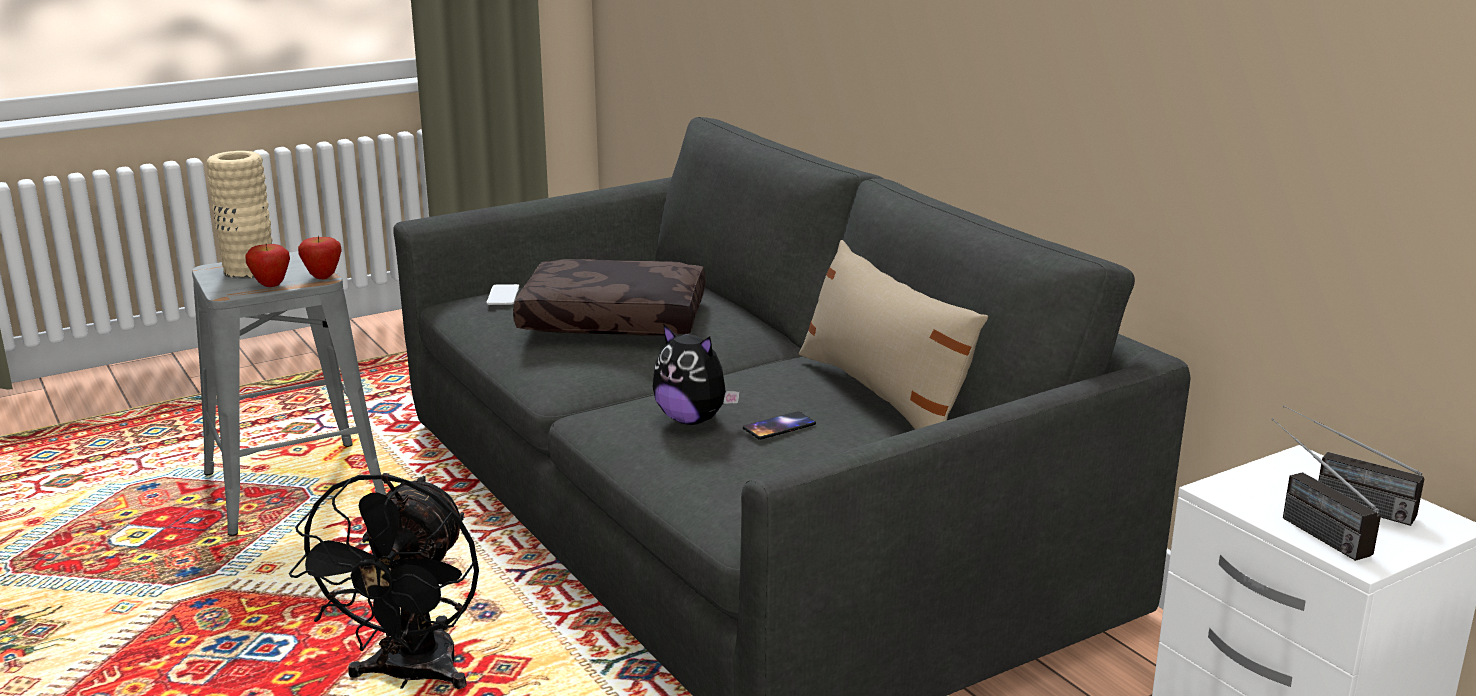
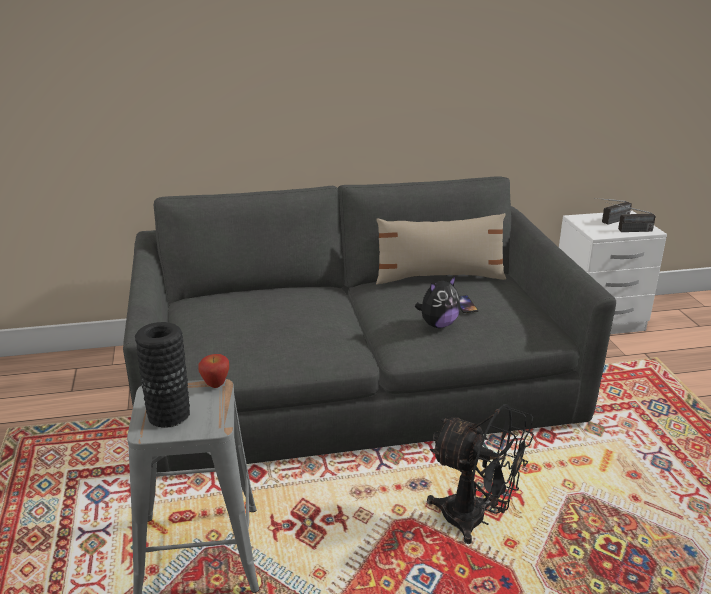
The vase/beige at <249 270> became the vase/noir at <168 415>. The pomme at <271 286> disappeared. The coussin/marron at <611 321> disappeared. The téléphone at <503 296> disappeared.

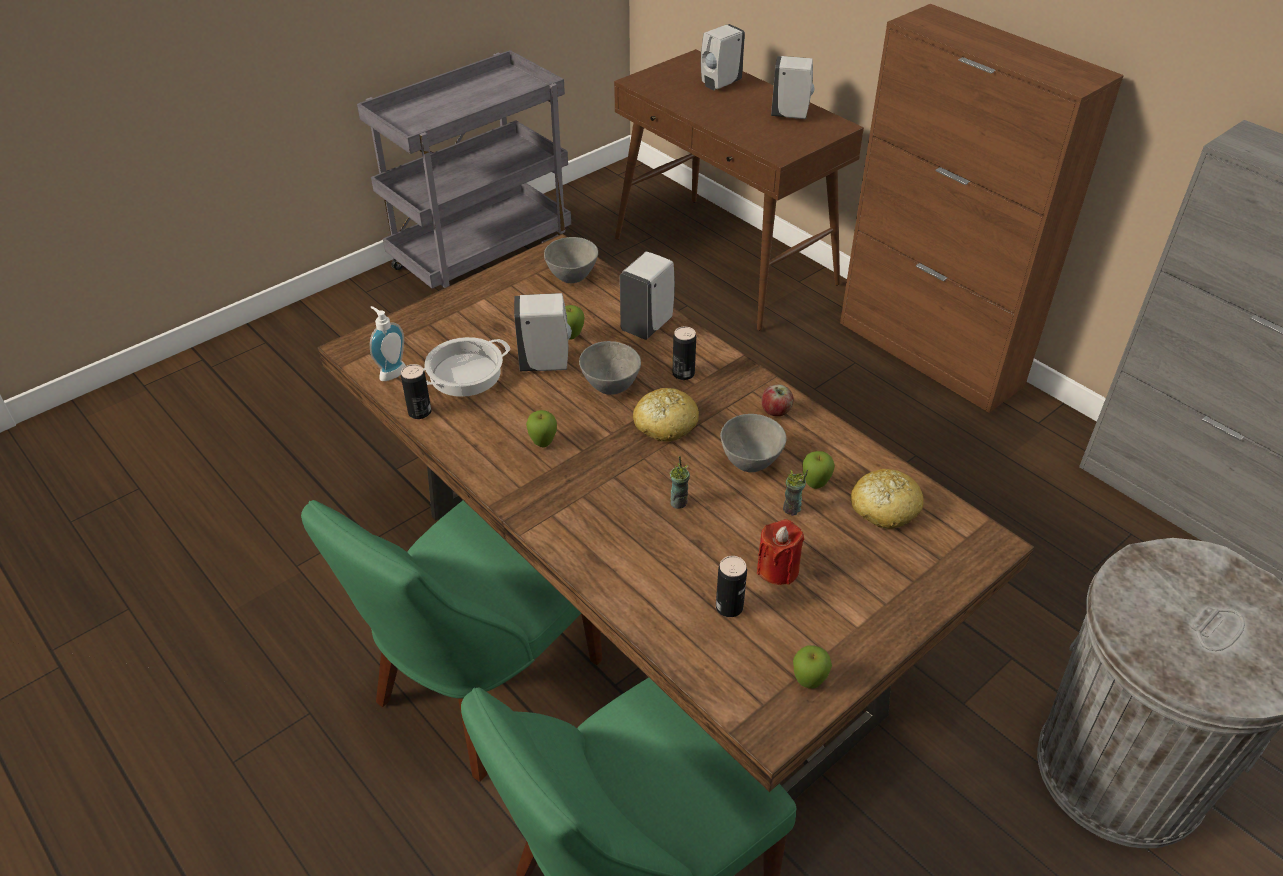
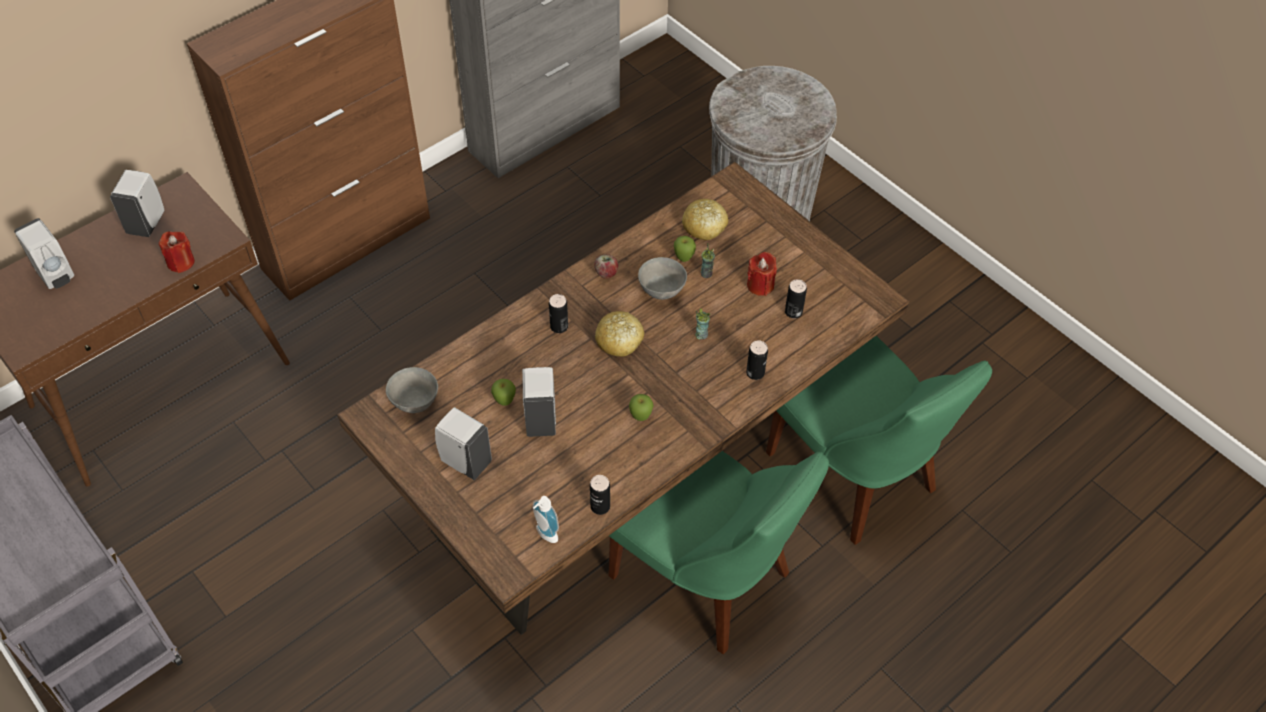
The distributeur de savon/blanc moved from <648 325> to <464 461>. The marmite at <465 374> disappeared. The bol/gris at <609 387> disappeared. The pomme at <808 683> disappeared. The bougie/rouge at <181 262> appeared. The boîte métallique at <755 373> appeared.

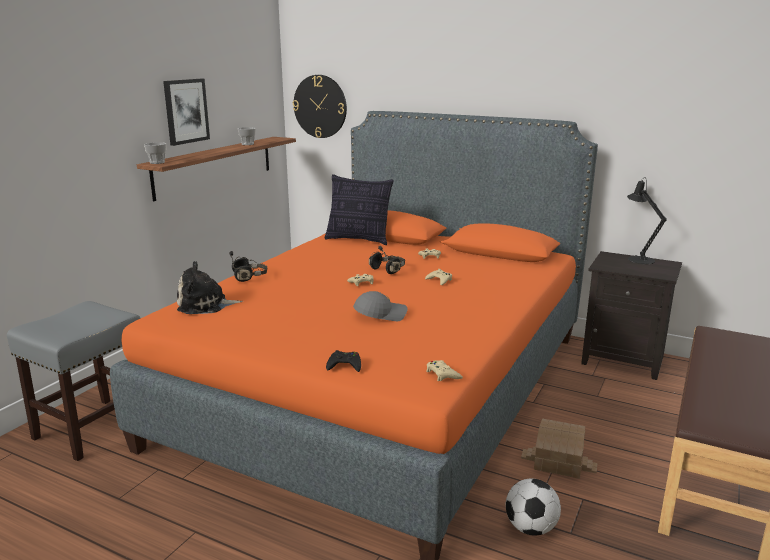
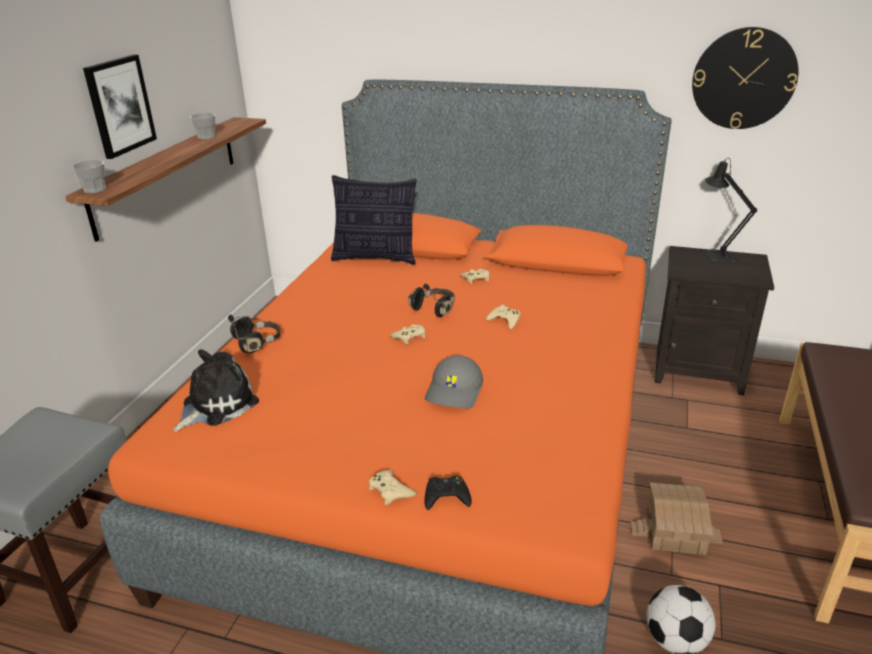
The horloge murale moved from <320 106> to <743 79>. The peluche at <206 305> turned 150 degrees clockwise. The casquette/gris at <380 314> turned 135 degrees clockwise. The manette/beige moved from <442 374> to <390 491>.

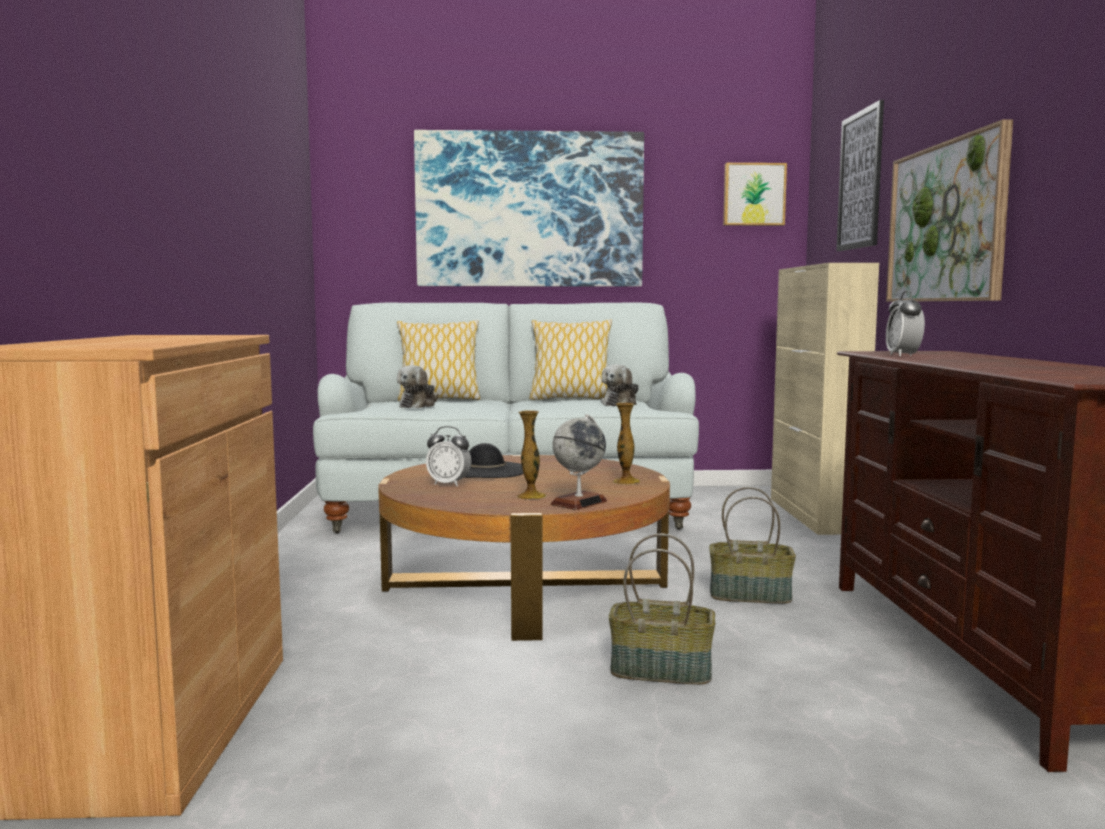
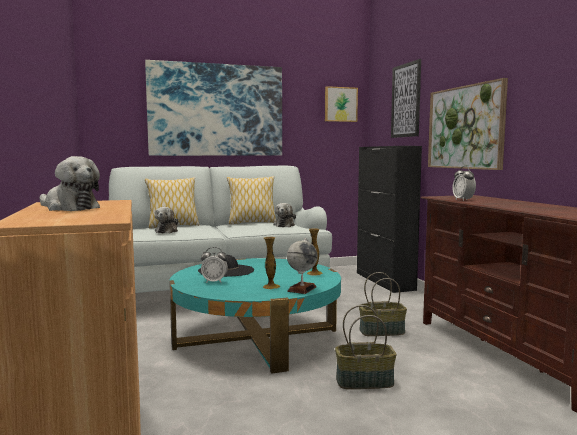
The meuble de rangement/beige at <814 515> became the meuble de rangement/noir at <384 281>. The table basse/marron at <525 585> became the table basse/turquoise at <256 337>. The peluche at <69 208> appeared.

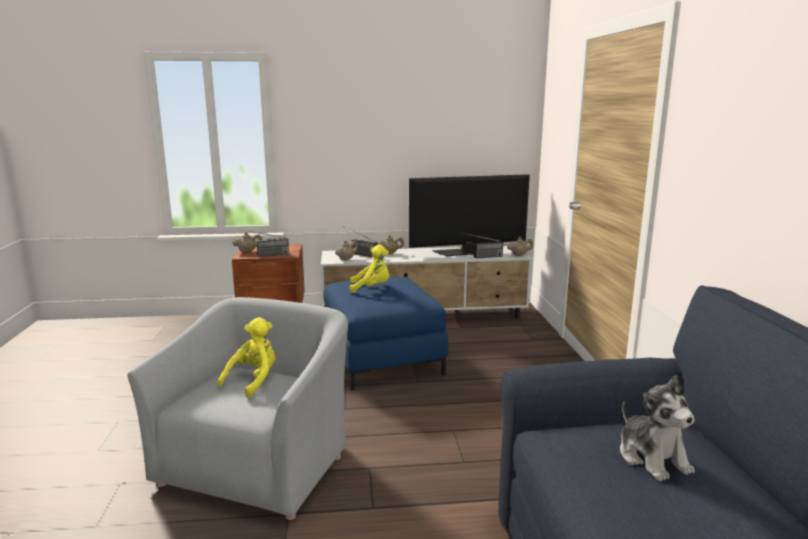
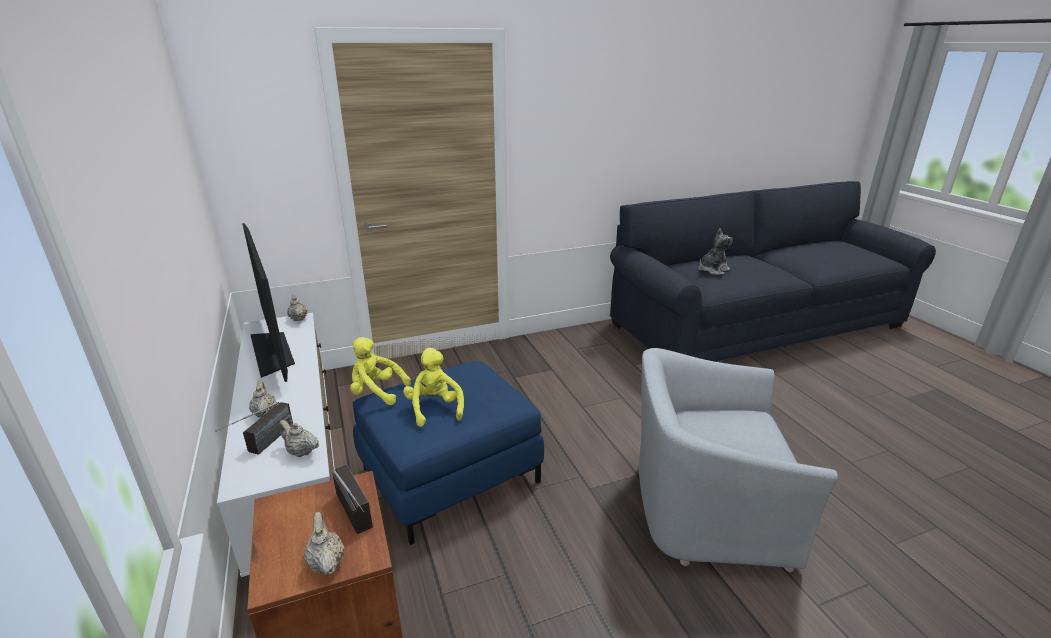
The radio at <481 257> disappeared. The peluche/jaune moved from <254 381> to <376 392>.

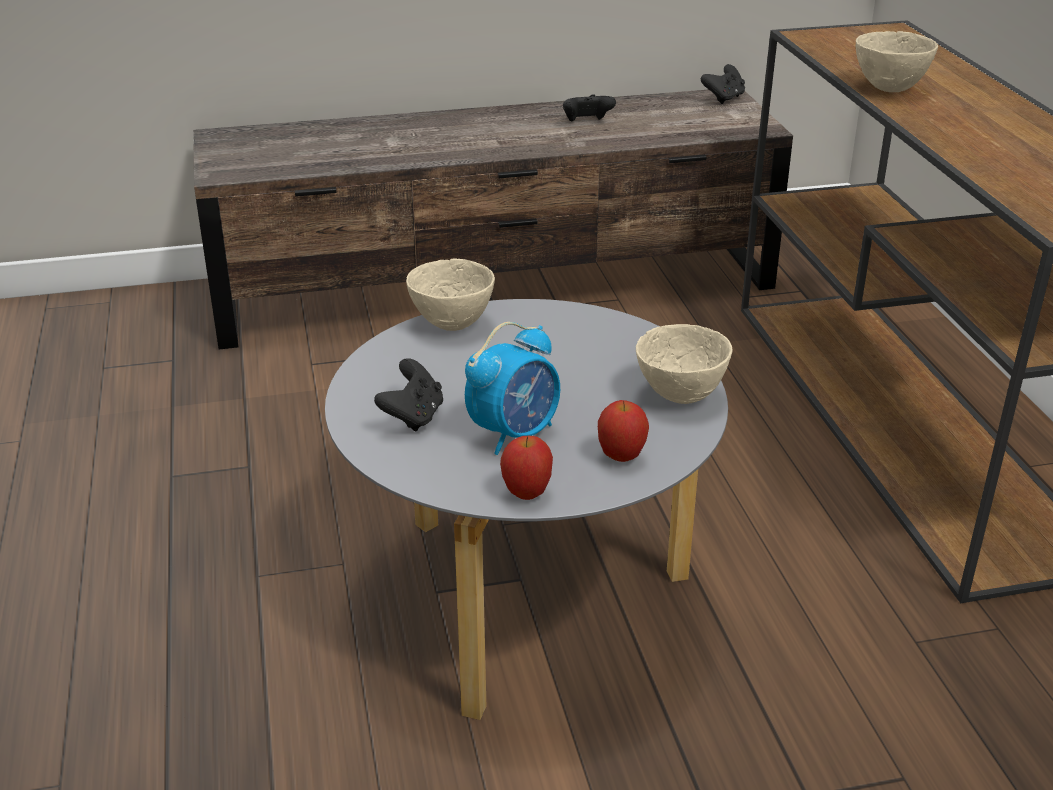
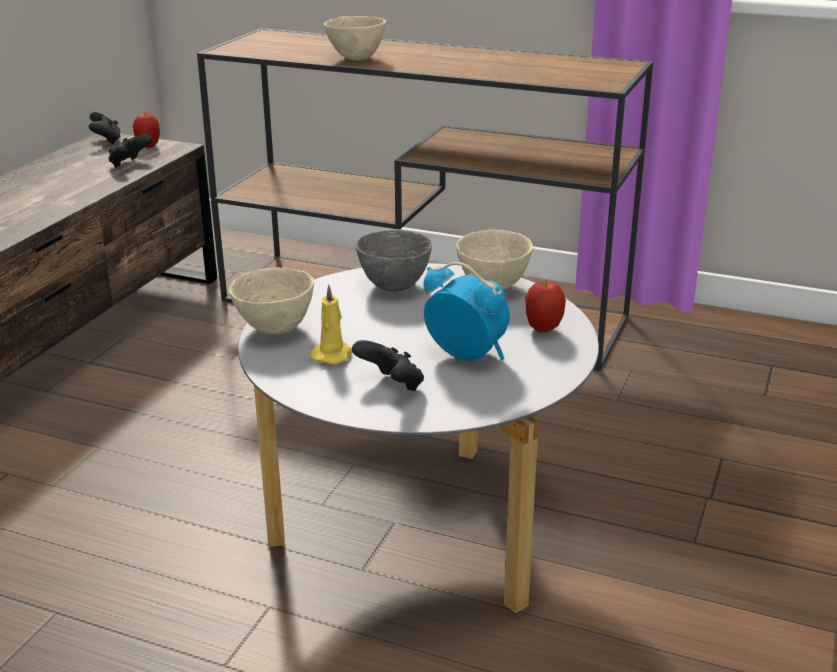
The manette/noir moved from <587 123> to <130 164>. The réveil at <515 433> turned 45 degrees counterclockwise. The pomme moved from <526 494> to <148 146>. The bol/gris at <393 286> appeared. The bougie/jaune at <333 354> appeared.

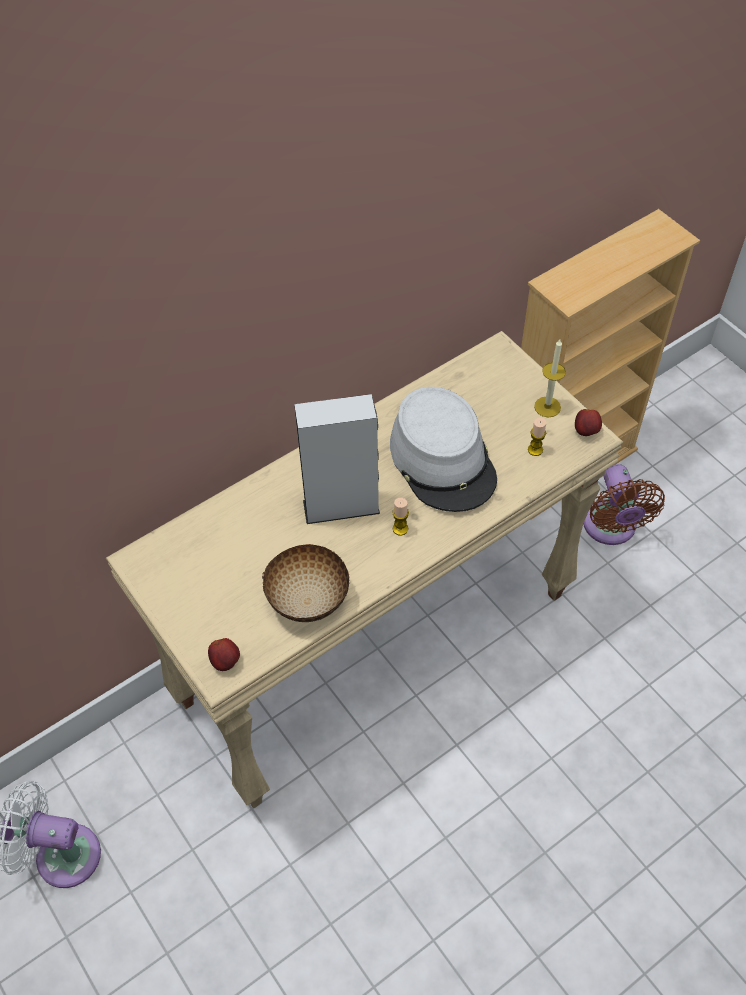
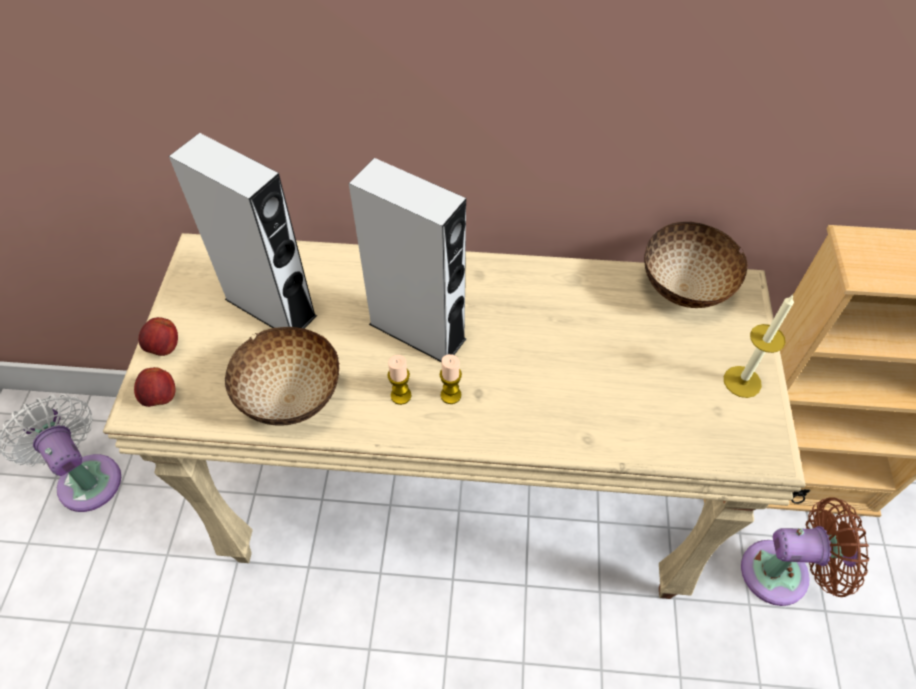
The chapeau/gris at <443 460> disappeared. The pomme moved from <586 431> to <164 348>. The bougie moved from <535 450> to <401 395>. The ventilateur/marron at <611 528> turned 120 degrees counterclockwise. The enceinte/gris at <270 307> appeared. The bol at <684 290> appeared.

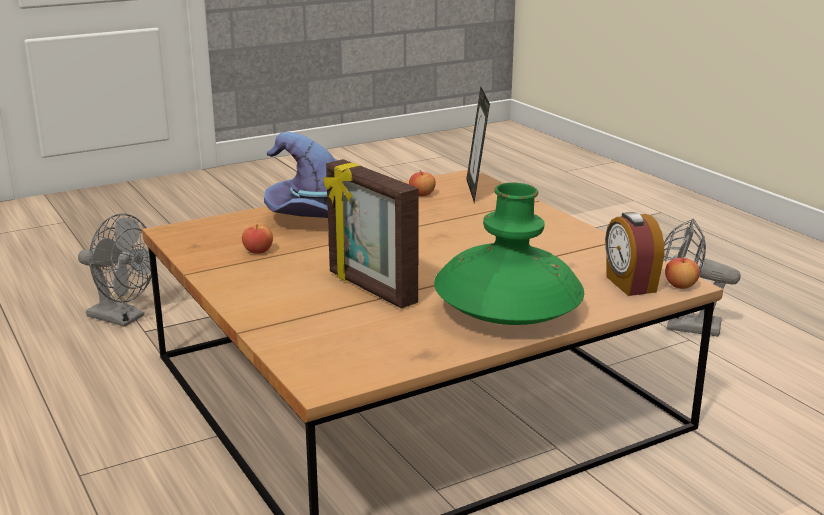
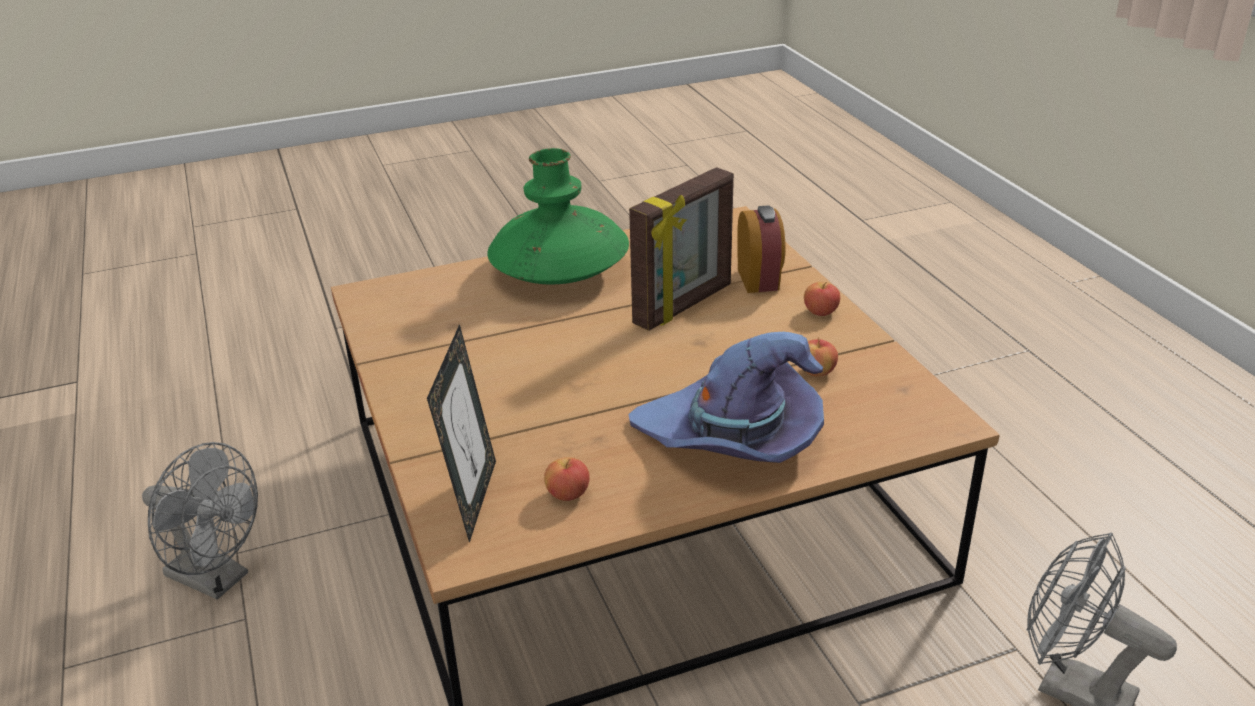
The cadre photo at <370 289> turned 75 degrees clockwise. The réveil moved from <629 284> to <759 279>. The pomme moved from <680 286> to <820 312>.

